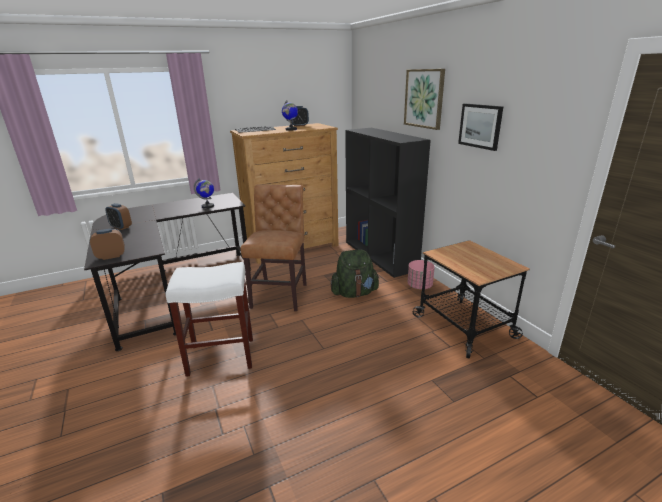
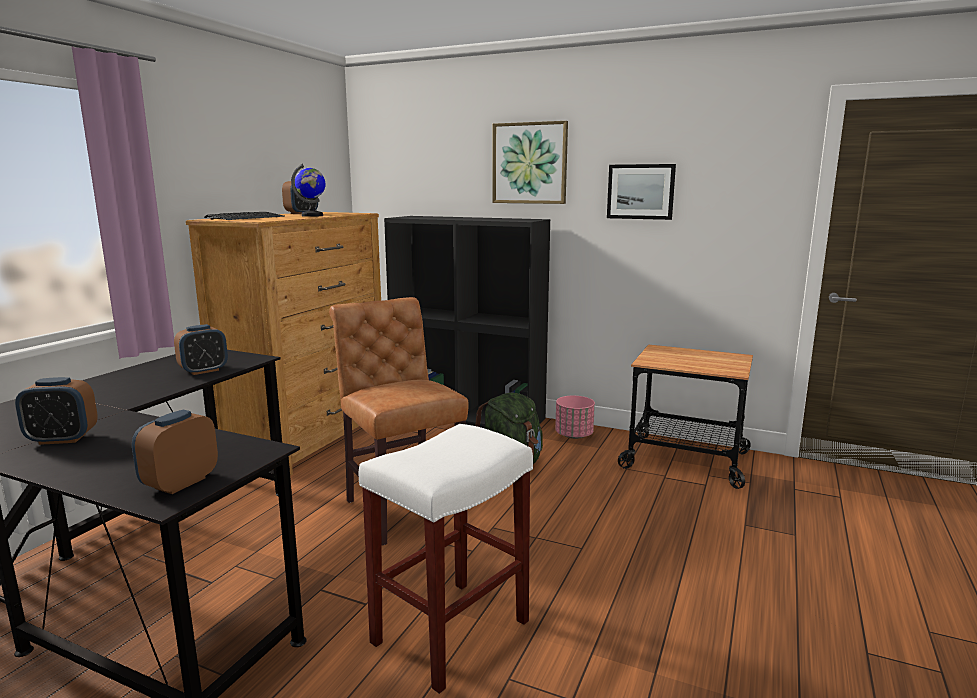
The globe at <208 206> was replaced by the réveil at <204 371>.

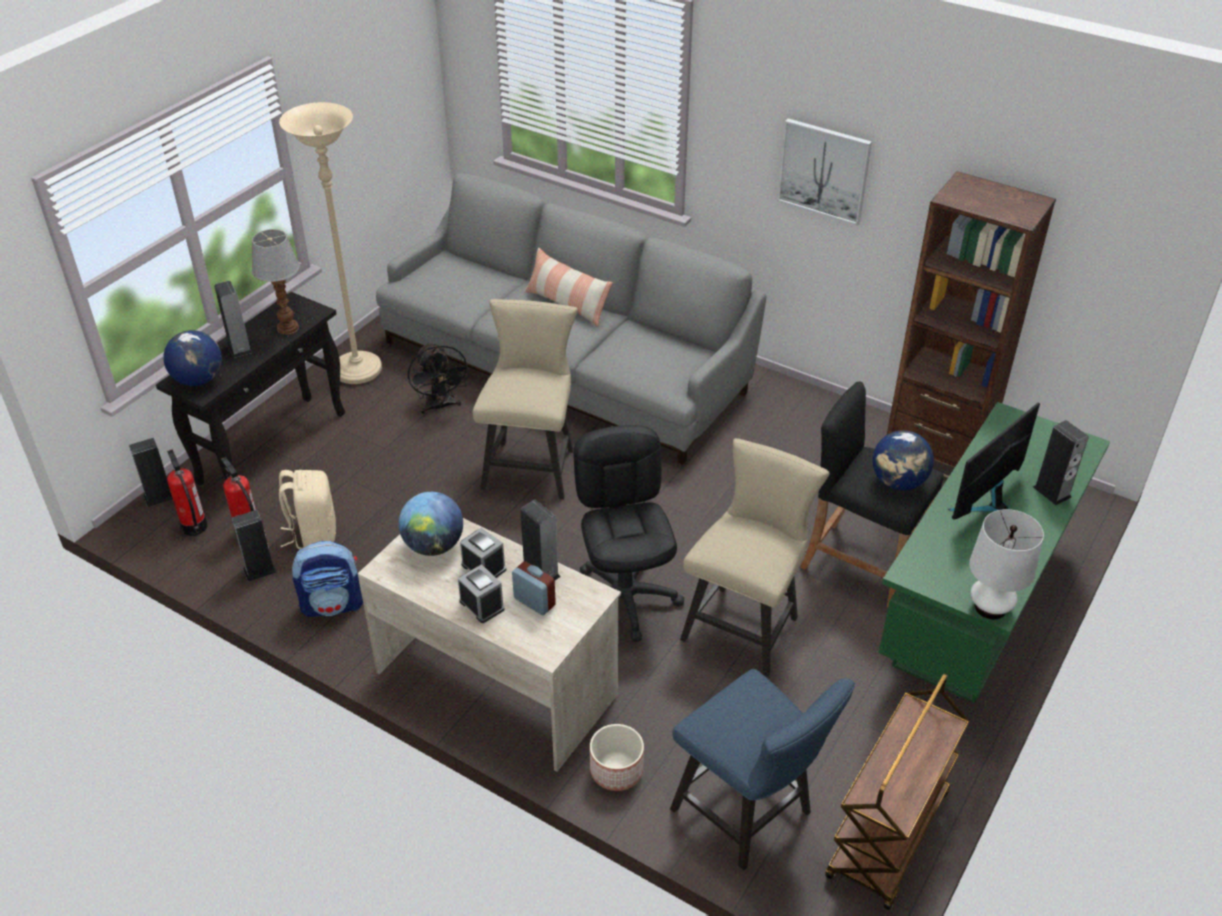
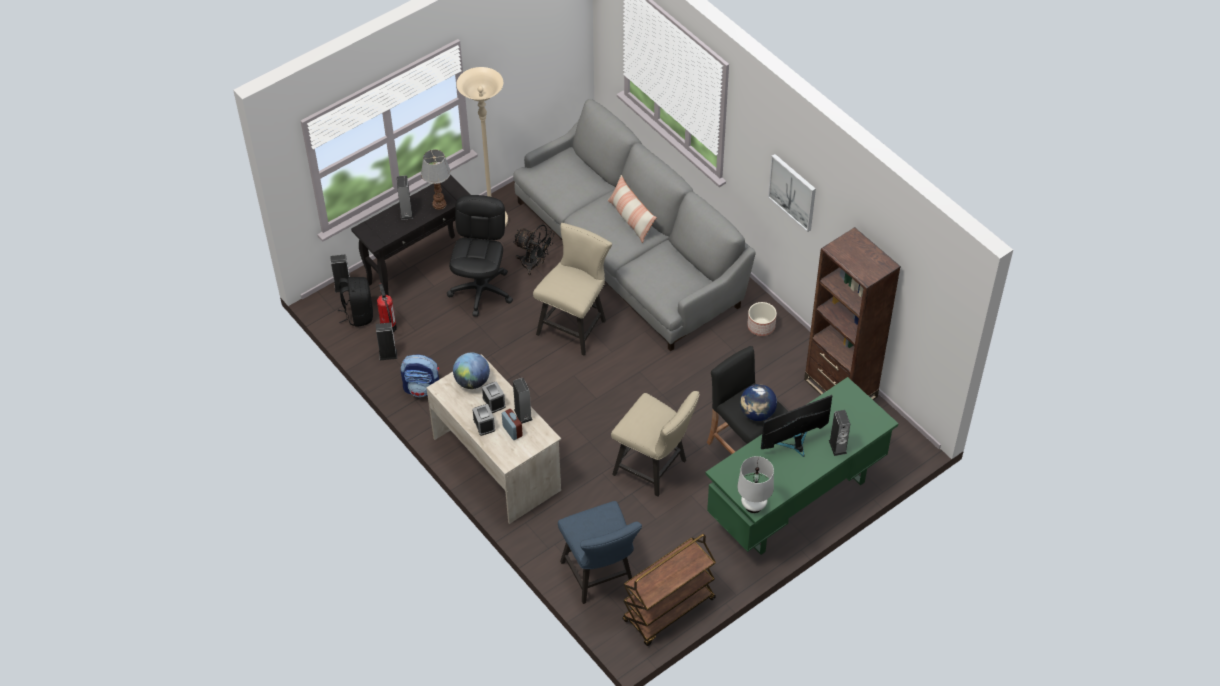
The globe at <198 379> disappeared. The ventilateur/noir at <440 407> turned 60 degrees counterclockwise. The chaise de bureau/noir moved from <625 598> to <481 291>. The chaise/beige at <745 623> turned 75 degrees clockwise. The extincteur at <194 527> was replaced by the sac à dos/noir at <358 314>. The sac à dos/beige at <313 534> disappeared. The cache-pot moved from <617 770> to <761 326>.

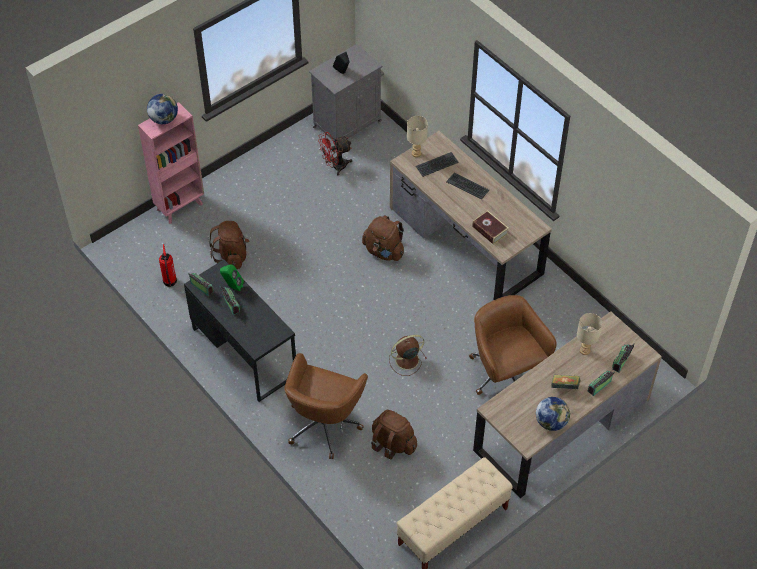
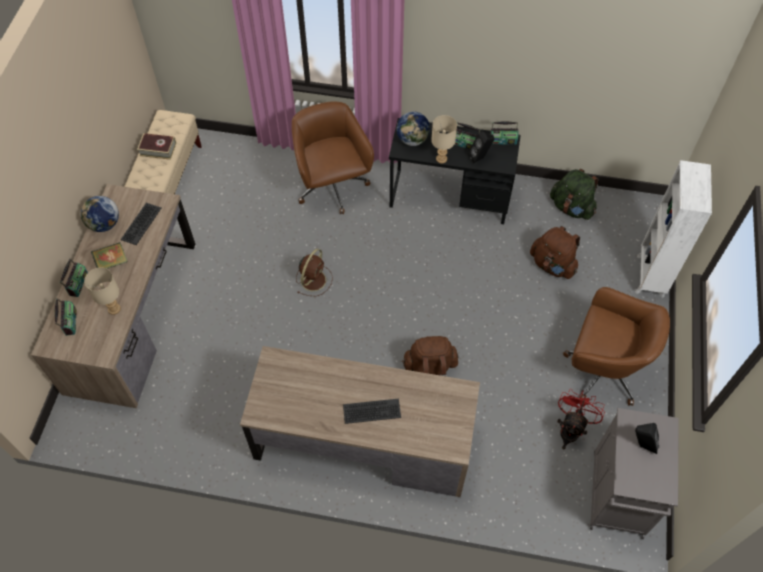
The globe moved from <164 119> to <413 140>. The bibliothèque/rose at <180 206> became the bibliothèque/blanc at <649 277>. The lampe de table/beige moved from <416 153> to <441 158>. The clavier moved from <437 165> to <141 223>. The livre moved from <489 230> to <158 149>. The extincteur at <169 282> was replaced by the sac à dos/vert at <571 207>. The enceinte/vert at <232 286> became the enceinte/noir at <480 158>. The chaise de bureau/marron moved from <505 374> to <602 369>. The sac à dos/marron at <393 443> disappeared.

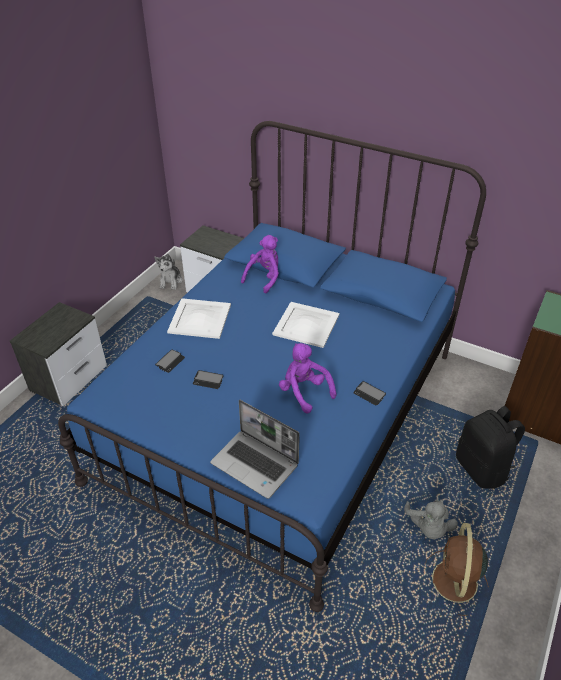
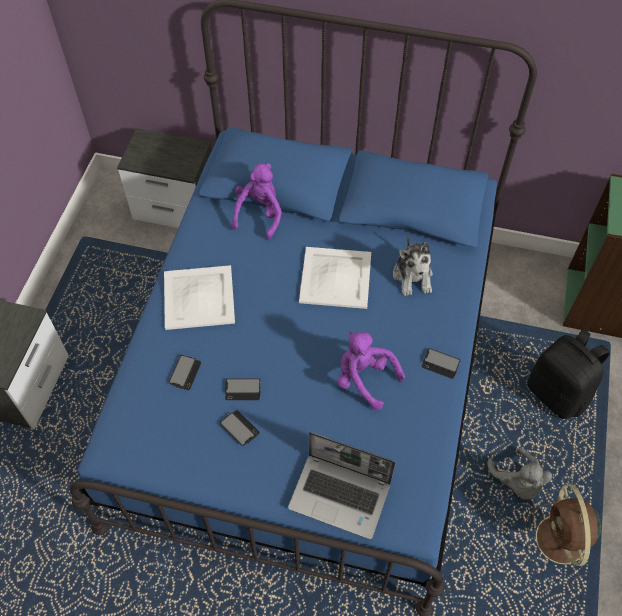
The peluche moved from <171 281> to <413 276>. The téléphone at <239 428> appeared.

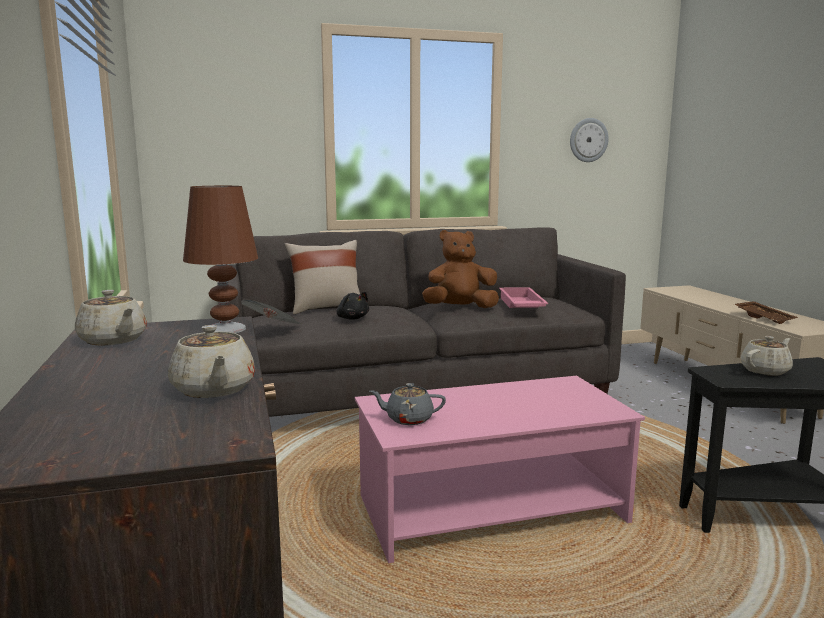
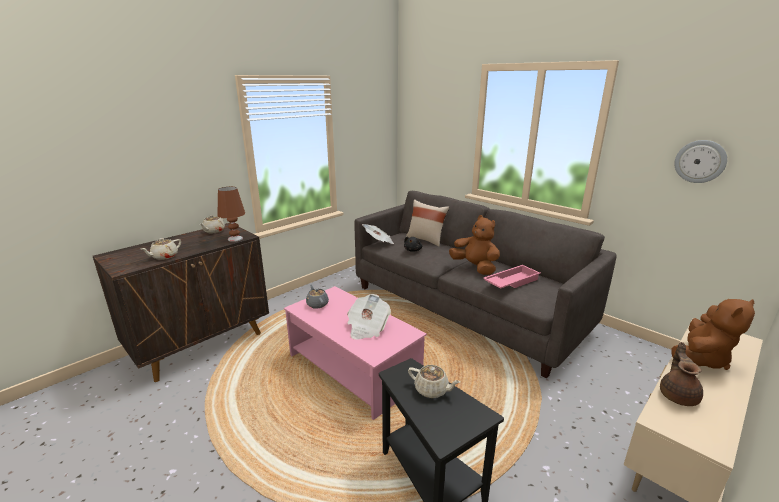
The plateau/marron at <764 318> was replaced by the théière/marron at <678 395>. The journal at <367 327> appeared. The peluche/marron at <700 359> appeared.

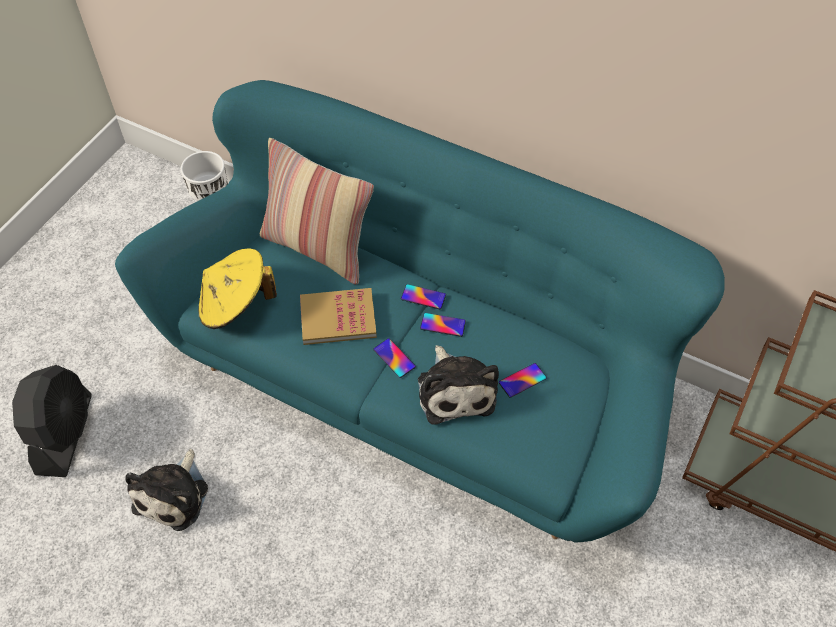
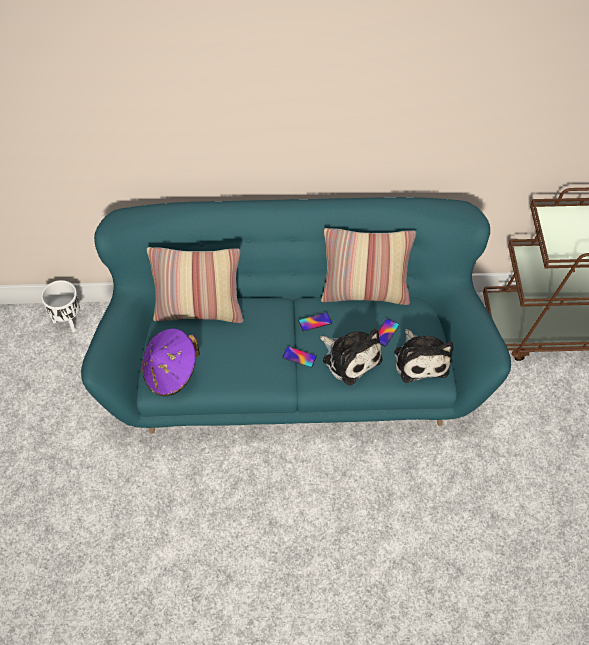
The chapeau/jaune at <236 305> became the chapeau/violet at <171 373>. The téléphone at <423 297> disappeared. The livre at <338 318> disappeared. The ventilateur/noir at <65 434> disappeared. The peluche moved from <174 494> to <420 359>. The coussin at <365 292> appeared.

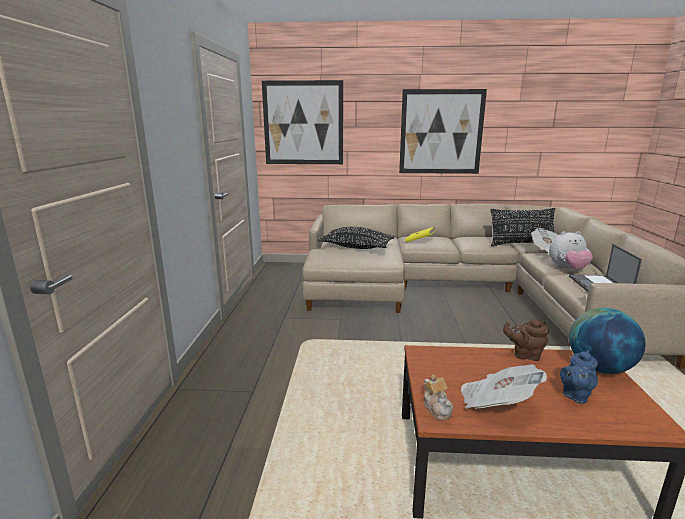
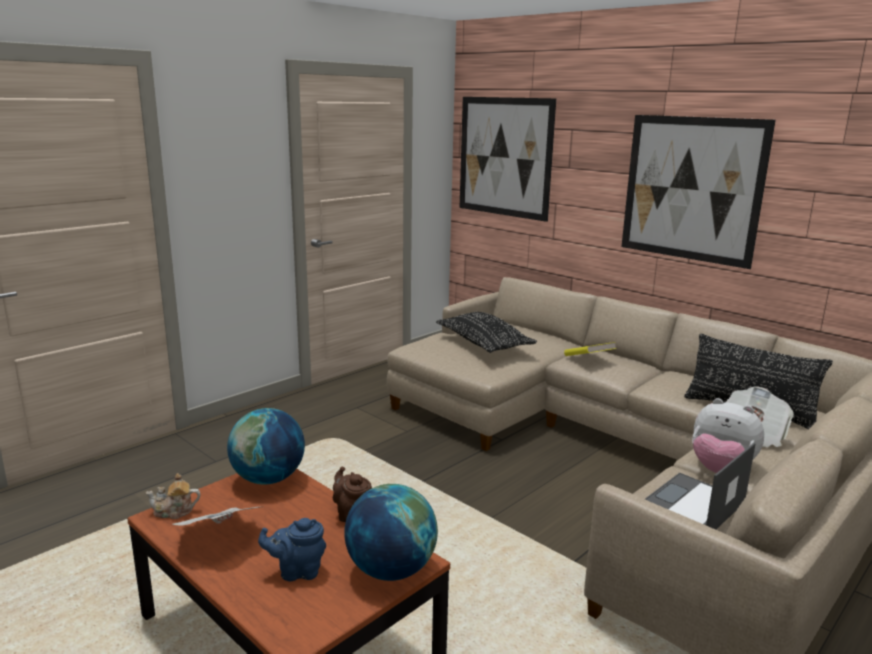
The théière at <437 408> turned 60 degrees clockwise. The globe at <268 479> appeared.

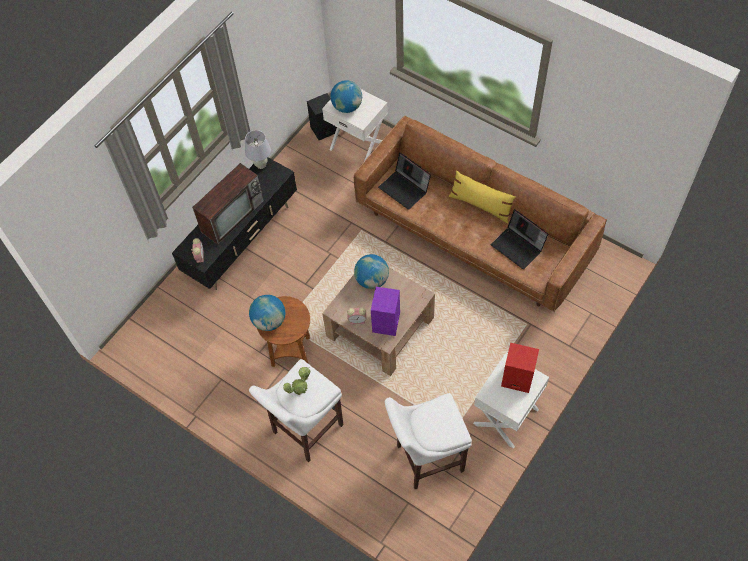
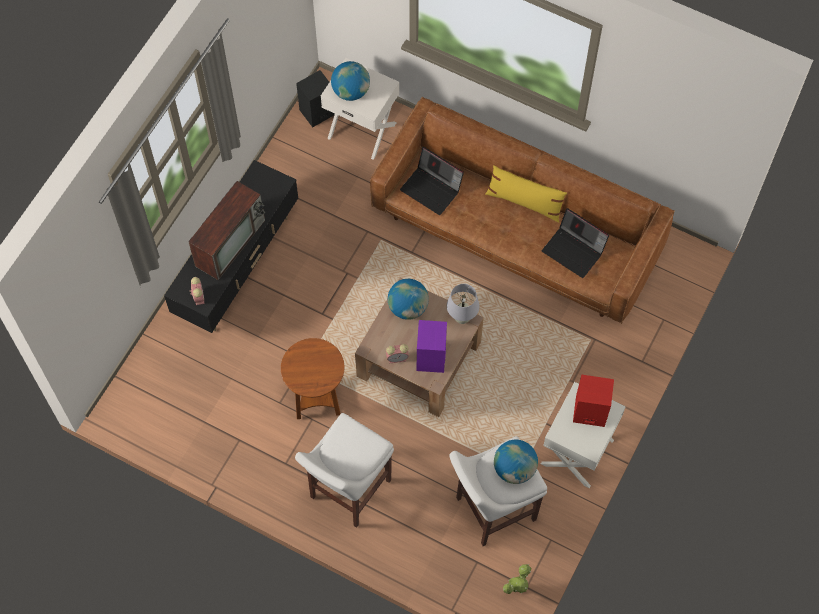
The lampe de table/blanc moved from <261 165> to <462 318>. The globe moved from <269 321> to <514 468>. The plante en pot moved from <300 391> to <516 587>.

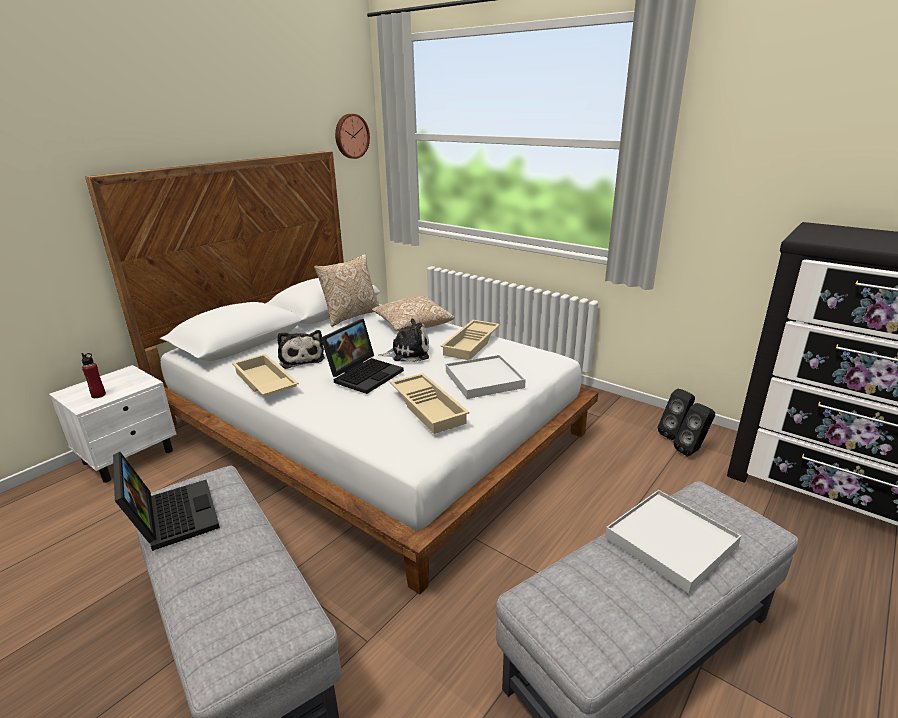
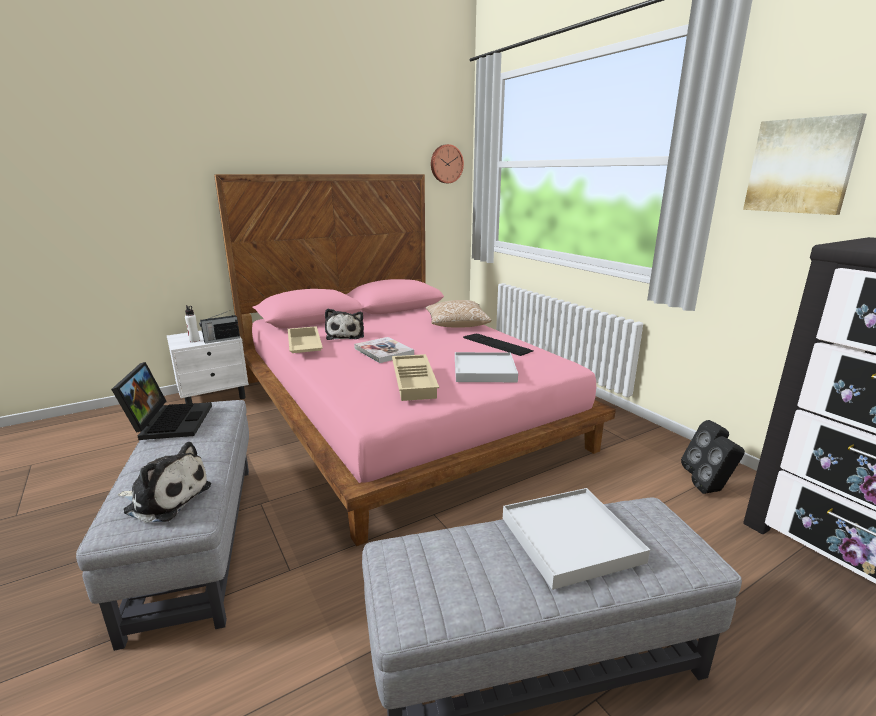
The lit/blanc at <371 429> became the lit/rose at <401 411>. The coussin at <351 316> disappeared. The peluche moved from <407 353> to <165 498>. The ordinateur portable at <365 374> was replaced by the livre at <384 351>. The plateau/beige at <472 344> was replaced by the clavier at <497 344>. The bouteille/rouge at <98 395> became the bouteille/blanc at <194 340>. The tableau at <801 166> appeared. The radio at <221 339> appeared.

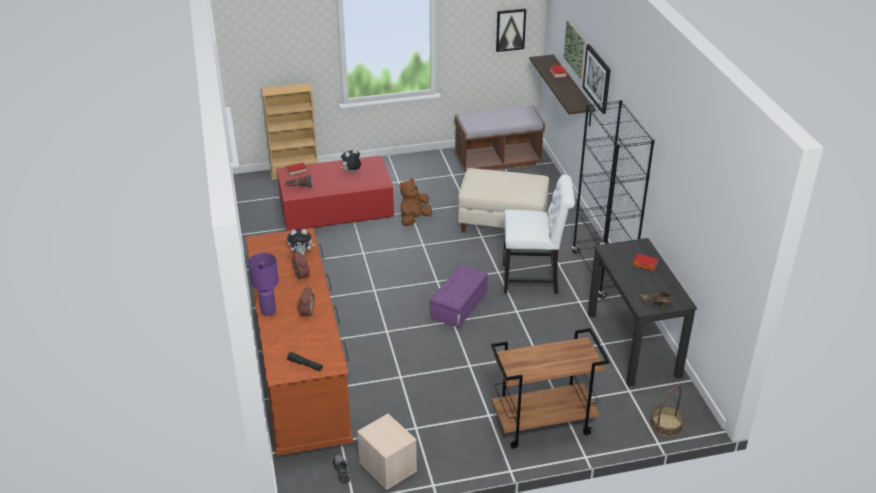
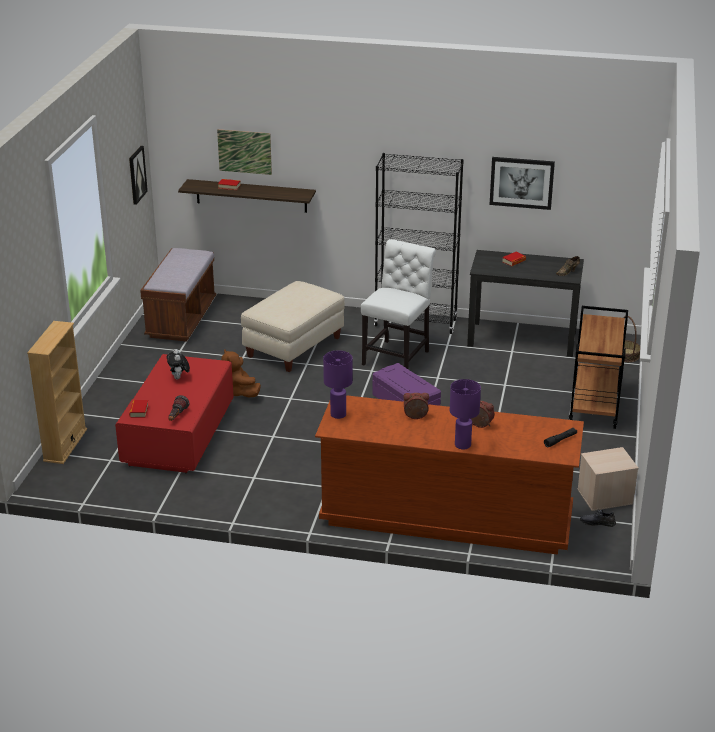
The tableau moved from <597 78> to <521 182>. The peluche at <301 253> disappeared. The lampe de table/violet at <337 414> appeared.

